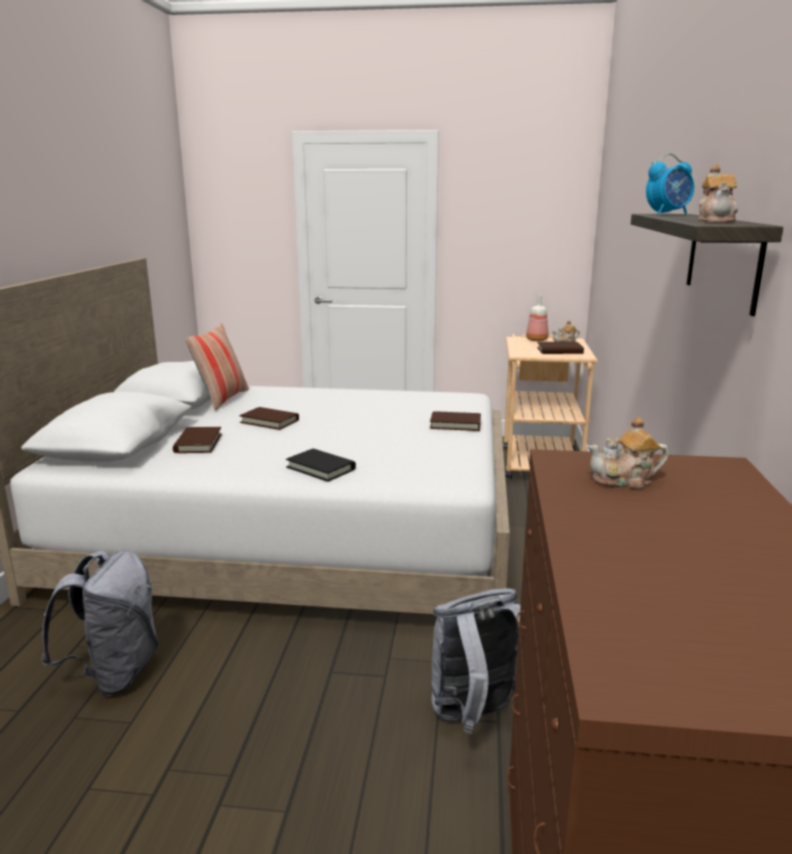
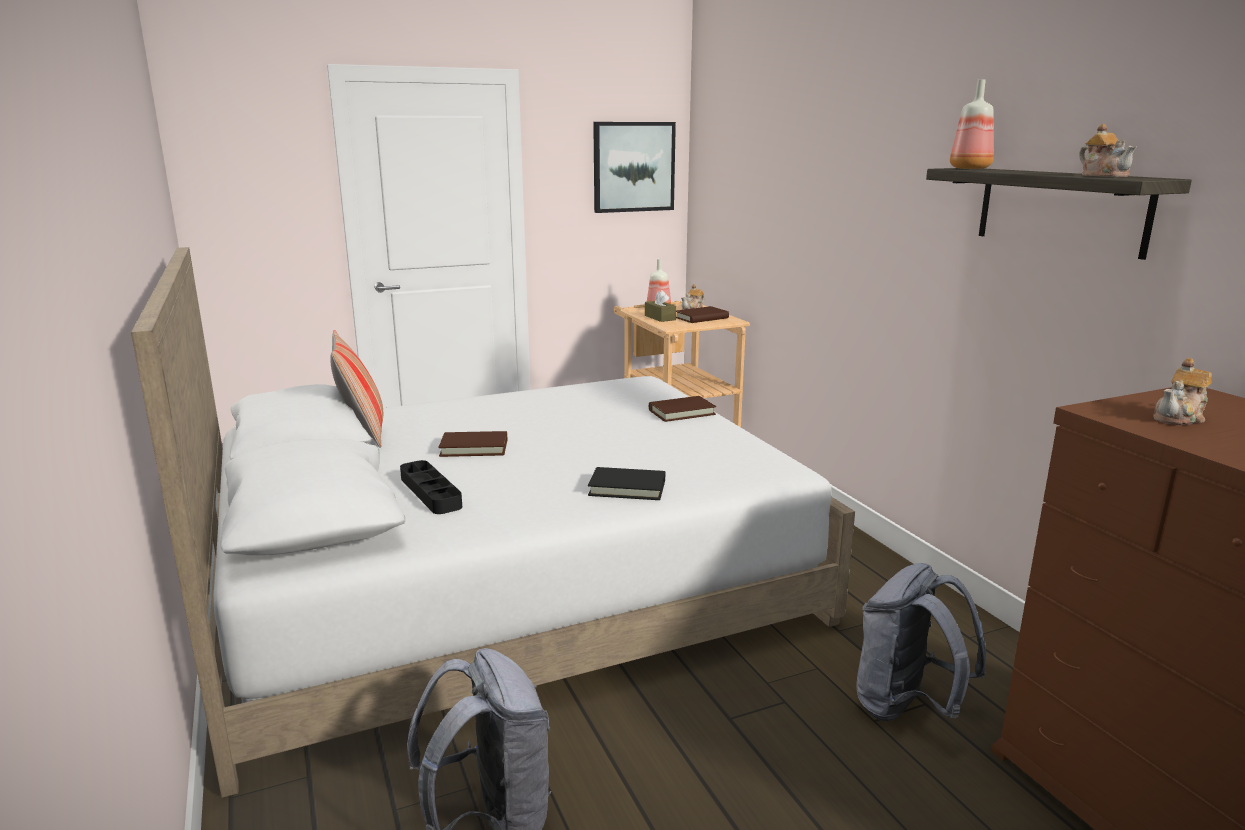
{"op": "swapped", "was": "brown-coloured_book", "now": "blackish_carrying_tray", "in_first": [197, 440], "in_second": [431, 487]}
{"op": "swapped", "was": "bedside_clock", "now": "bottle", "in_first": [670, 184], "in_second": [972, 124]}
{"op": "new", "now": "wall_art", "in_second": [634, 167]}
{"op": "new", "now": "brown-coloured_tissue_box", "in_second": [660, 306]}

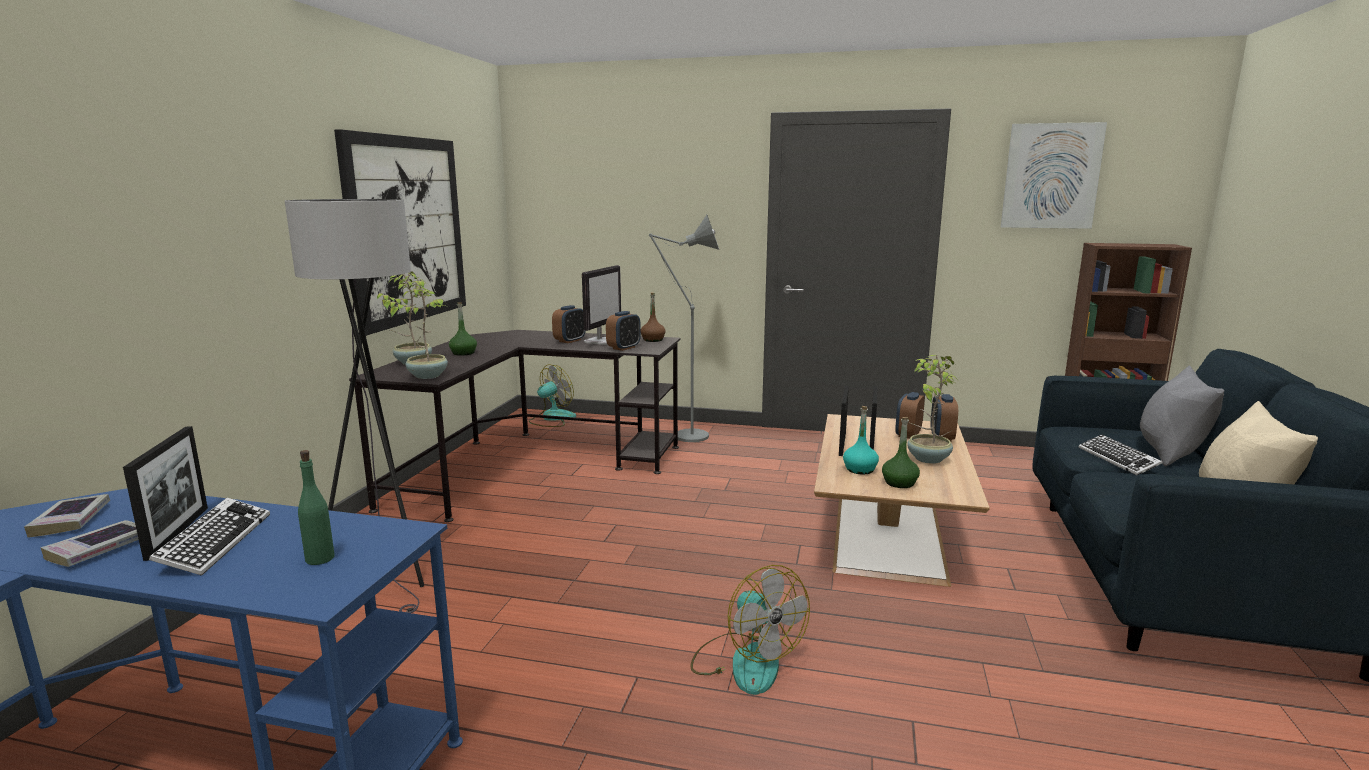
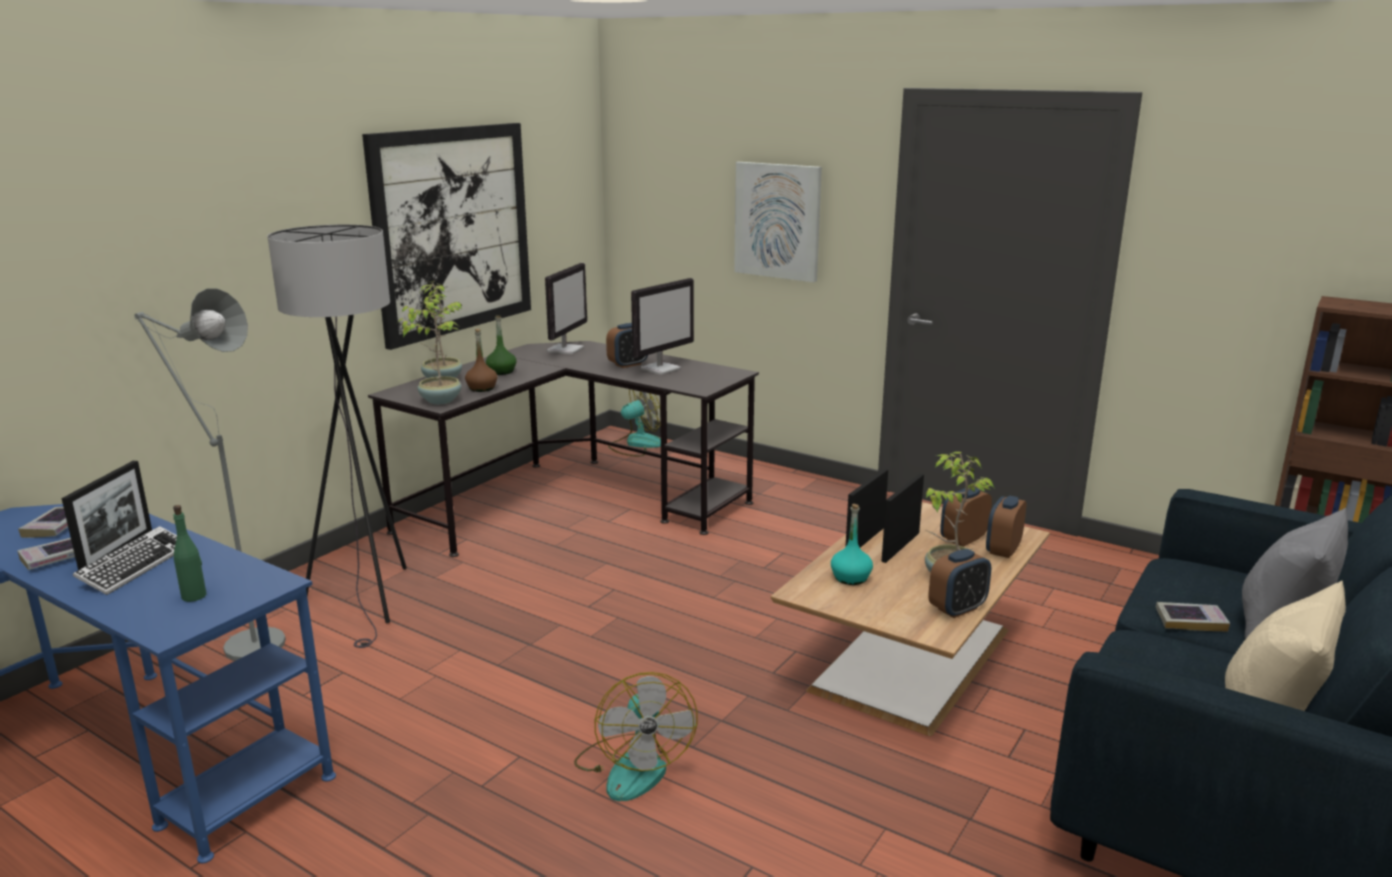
{"op": "shifted", "was": "bedside_clock", "in_first": [623, 331], "in_second": [960, 583]}
{"op": "shifted", "was": "brown-coloured_bottle", "in_first": [653, 317], "in_second": [481, 360]}
{"op": "shifted", "was": "gray_floor_lamp", "in_first": [684, 328], "in_second": [210, 475]}
{"op": "gone", "was": "green-coloured_bottle", "in_first": [901, 452]}
{"op": "shifted", "was": "wall_art", "in_first": [1054, 175], "in_second": [778, 222]}
{"op": "swapped", "was": "PC_keyboard", "now": "book", "in_first": [1120, 455], "in_second": [1193, 617]}
{"op": "new", "now": "monitor", "in_second": [566, 308]}

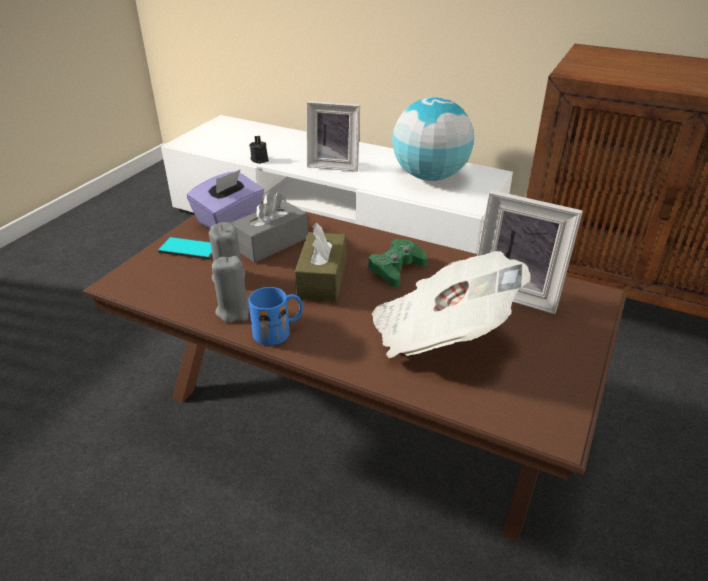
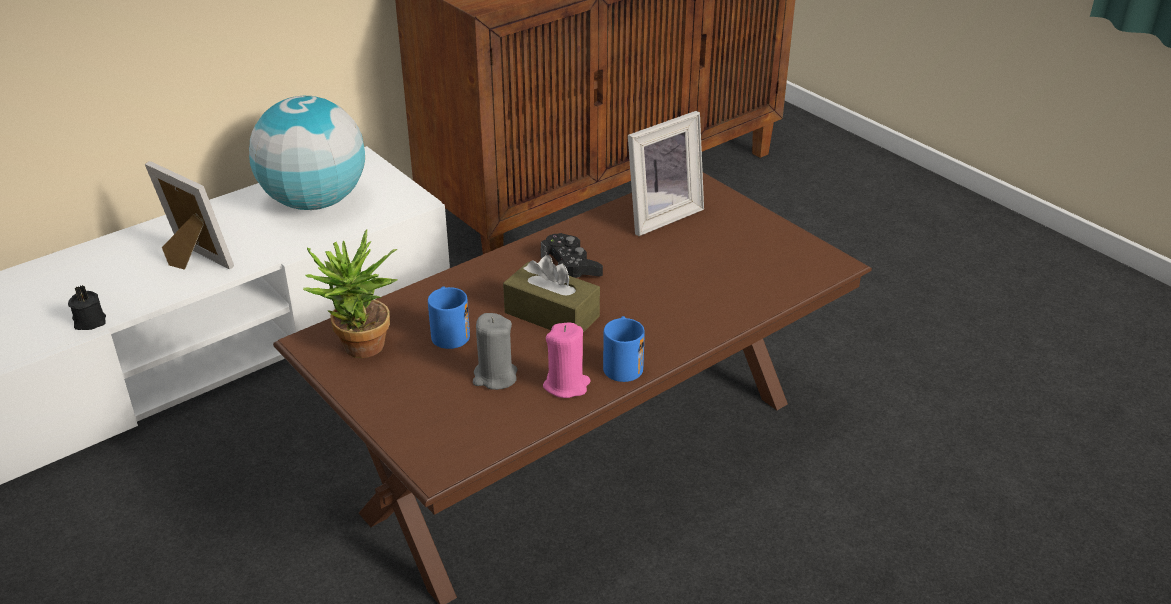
{"op": "gone", "was": "telephone", "in_first": [185, 248]}
{"op": "swapped", "was": "purplish_tissue_box", "now": "plant_in_a_pot", "in_first": [225, 199], "in_second": [350, 293]}
{"op": "repainted", "was": "gray_candle", "now": "pinkish_candle", "in_first": [231, 289], "in_second": [567, 360]}
{"op": "swapped", "was": "gray_tissue_box", "now": "blue-coloured_coffee_mug", "in_first": [269, 227], "in_second": [449, 317]}
{"op": "rotated", "was": "photo_frame", "in_first": [333, 136], "in_second": [189, 215], "clockwise": -90}
{"op": "repainted", "was": "green-coloured_joypad", "now": "blackish_joypad", "in_first": [397, 263], "in_second": [572, 255]}
{"op": "gone", "was": "printed_paper", "in_first": [451, 304]}

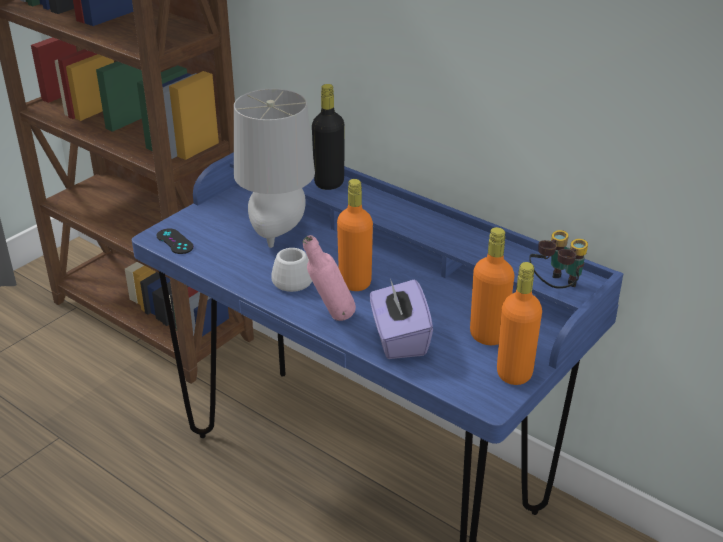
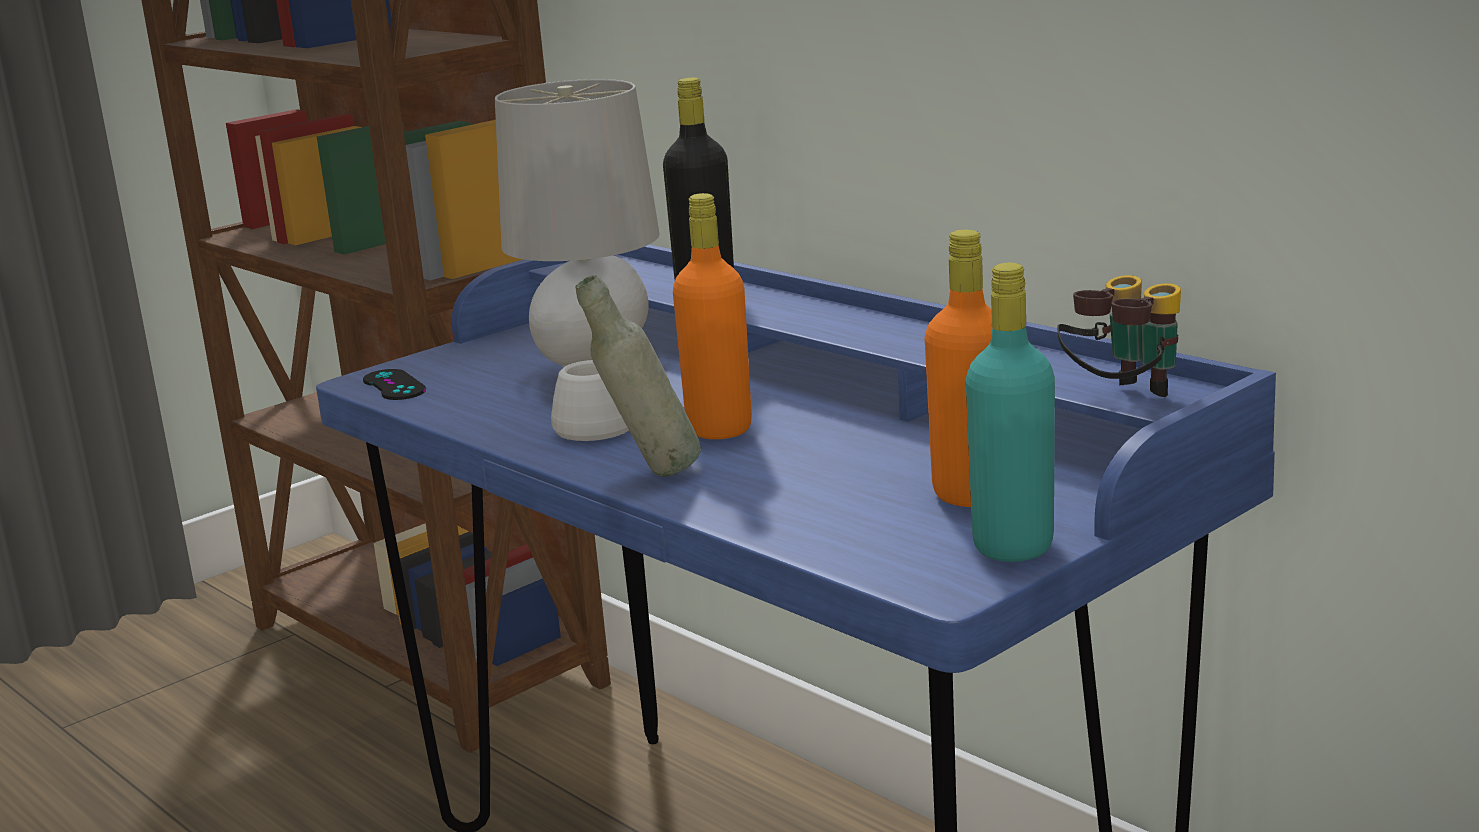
{"op": "repainted", "was": "pinkish_bottle", "now": "gray_bottle", "in_first": [329, 278], "in_second": [638, 376]}
{"op": "gone", "was": "purplish_tissue_box", "in_first": [401, 318]}
{"op": "repainted", "was": "orange-coloured_bottle", "now": "turquoise_bottle", "in_first": [519, 323], "in_second": [1010, 412]}

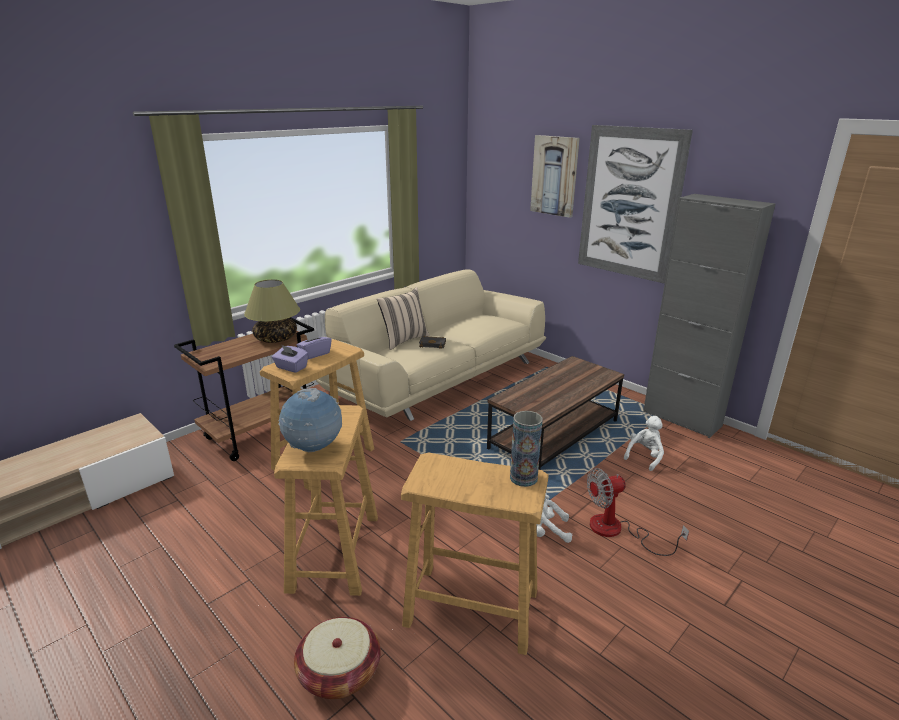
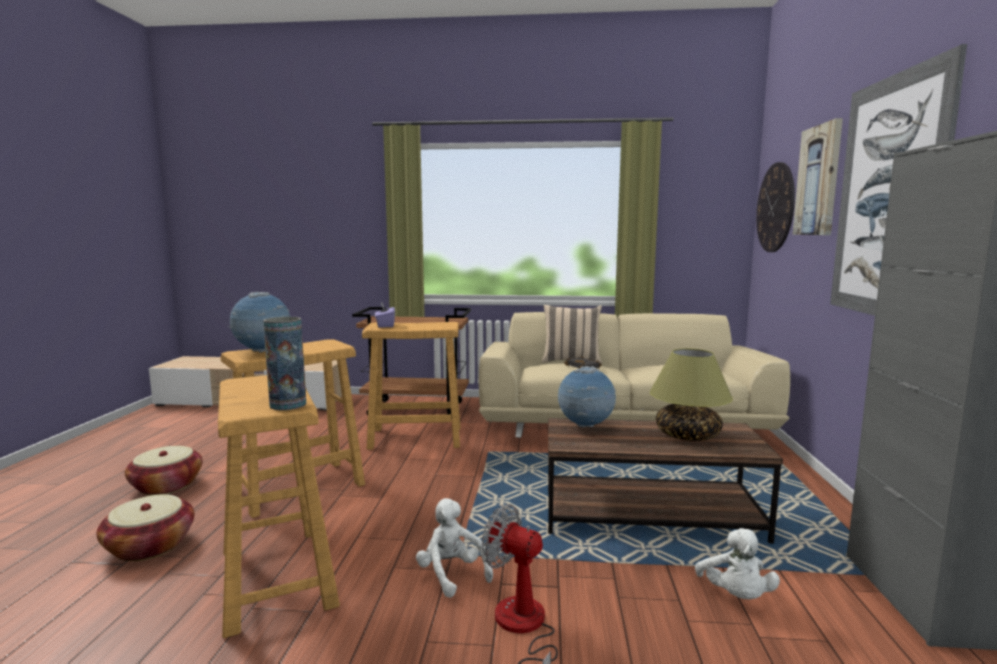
{"op": "shifted", "was": "table_lamp", "in_first": [272, 311], "in_second": [691, 395]}
{"op": "gone", "was": "purplish_tissue_box", "in_first": [314, 344]}
{"op": "rotated", "was": "white_soft_toy", "in_first": [644, 443], "in_second": [737, 564], "clockwise": 90}
{"op": "new", "now": "storage_basket", "in_second": [164, 470]}
{"op": "new", "now": "desk_globe", "in_second": [587, 396]}
{"op": "new", "now": "clock_on_the_wall", "in_second": [775, 207]}

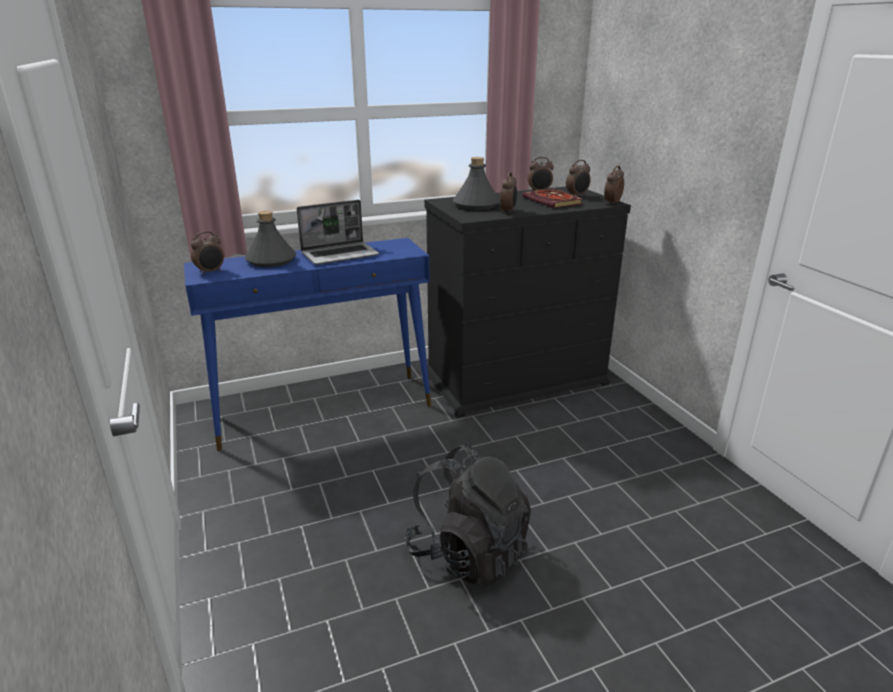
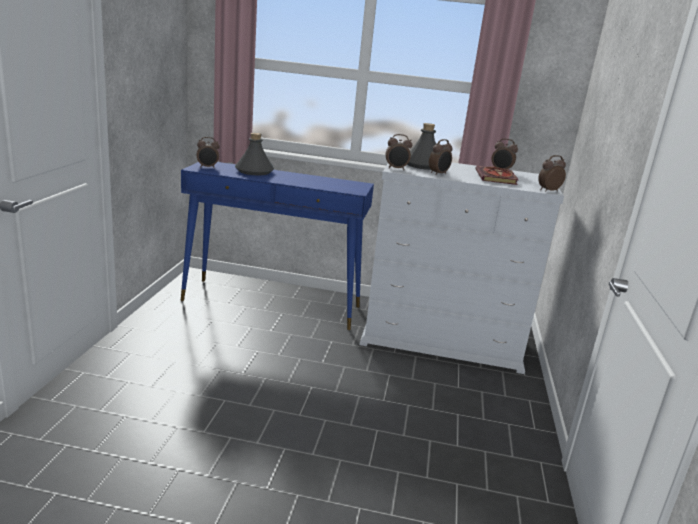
{"op": "gone", "was": "laptop", "in_first": [338, 232]}
{"op": "gone", "was": "blackish_knapsack", "in_first": [468, 515]}
{"op": "repainted", "was": "blackish_drawer_chest", "now": "white_drawer_chest", "in_first": [527, 302], "in_second": [461, 268]}
{"op": "shifted", "was": "bedside_clock", "in_first": [578, 178], "in_second": [399, 152]}

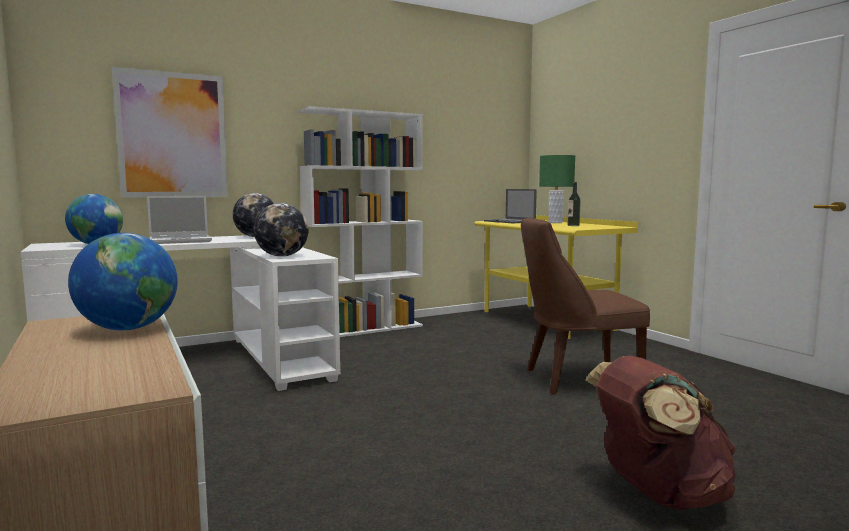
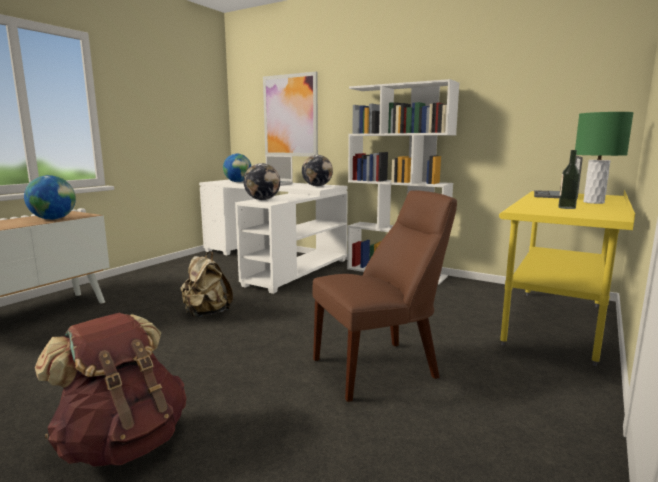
{"op": "rotated", "was": "brown-coloured_chair", "in_first": [585, 306], "in_second": [384, 296], "clockwise": 105}
{"op": "new", "now": "sand-coloured_knapsack", "in_second": [206, 284]}

